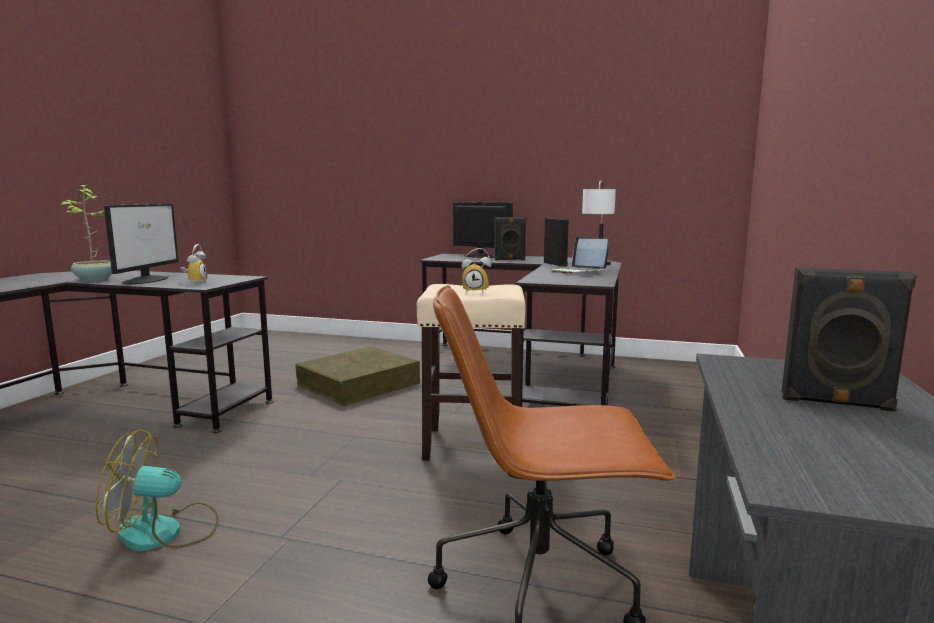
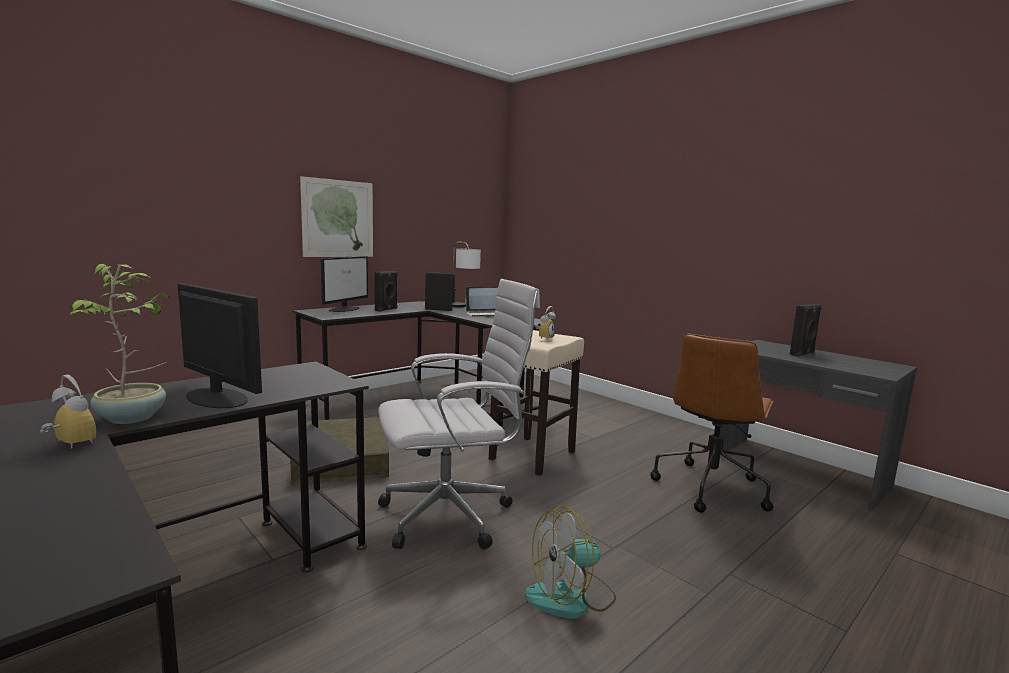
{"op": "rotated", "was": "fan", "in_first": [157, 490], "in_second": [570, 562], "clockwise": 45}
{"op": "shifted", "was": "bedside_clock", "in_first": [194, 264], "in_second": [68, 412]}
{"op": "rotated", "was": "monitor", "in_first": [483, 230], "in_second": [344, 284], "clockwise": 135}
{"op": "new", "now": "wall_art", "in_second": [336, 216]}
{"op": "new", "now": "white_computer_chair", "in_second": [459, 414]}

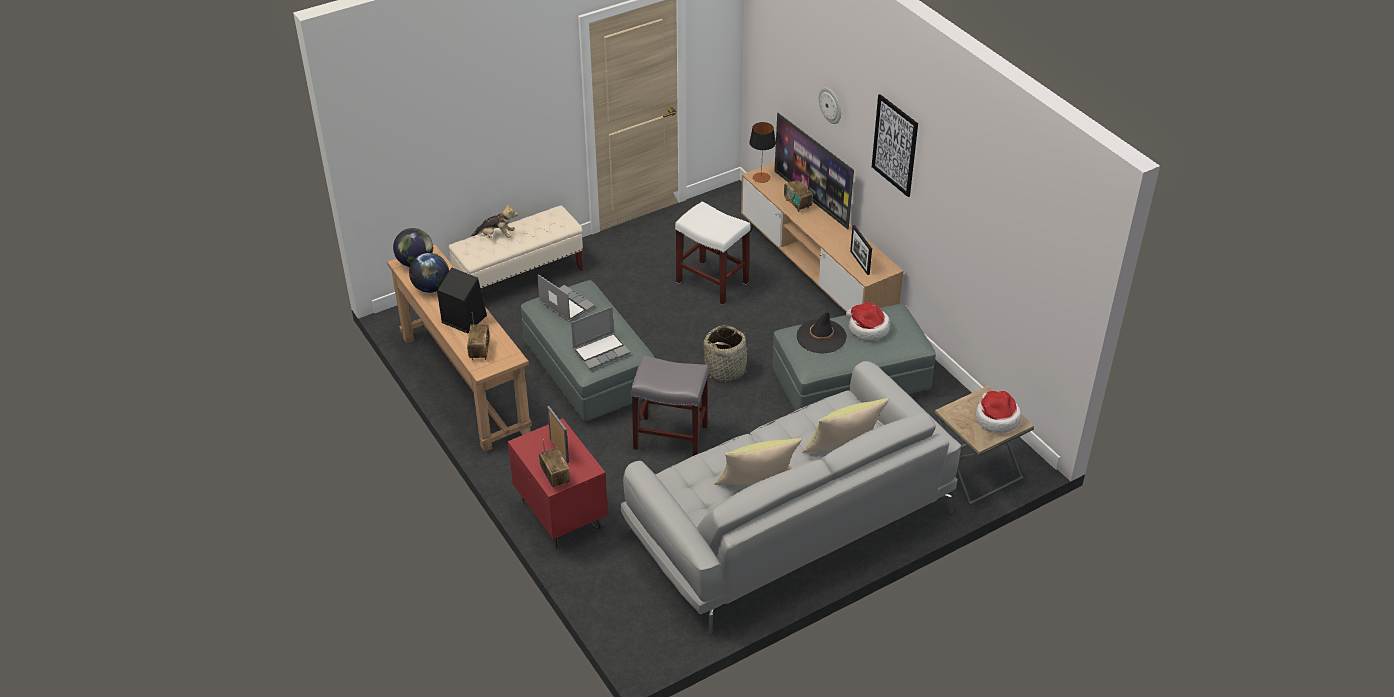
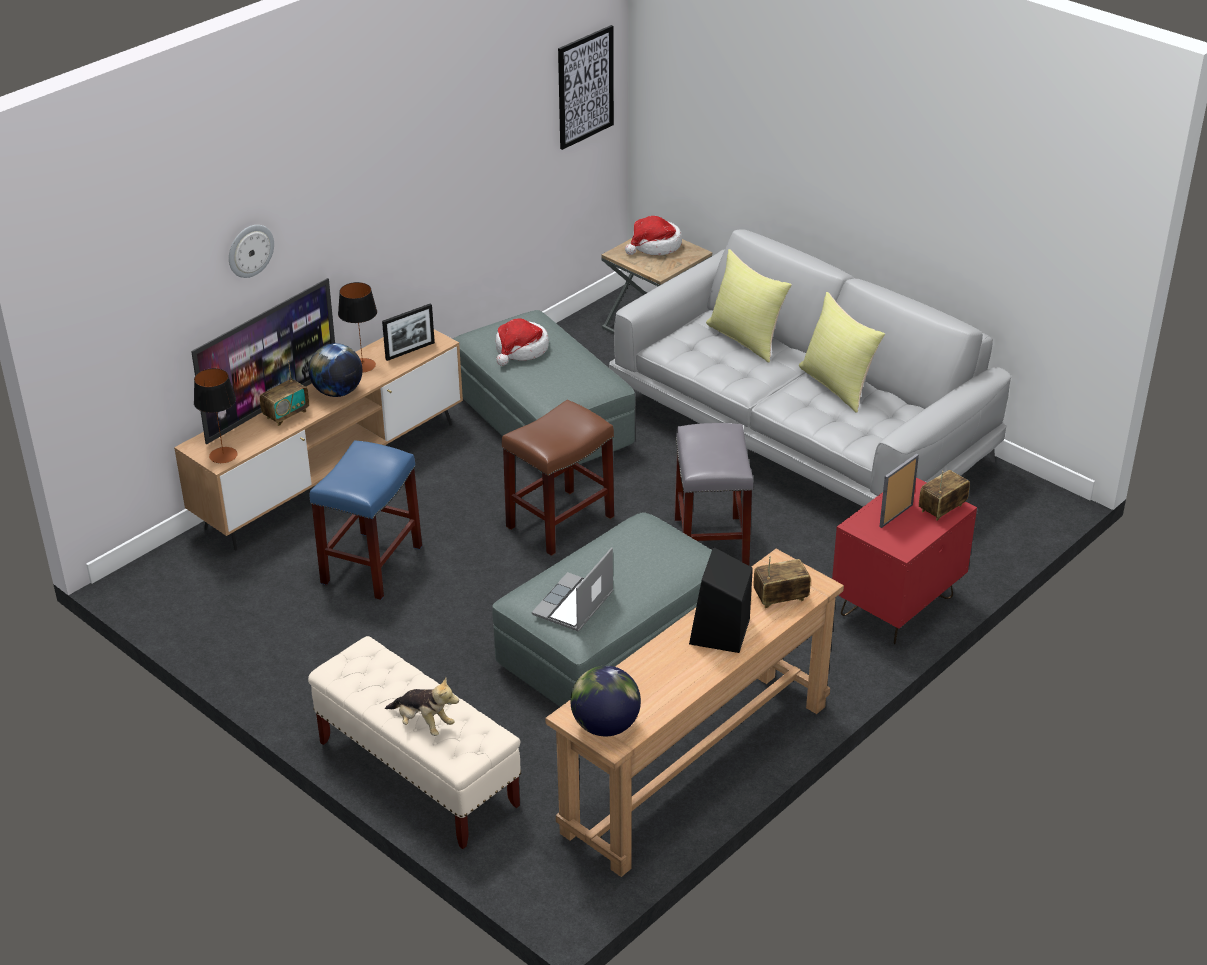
{"op": "shifted", "was": "desk_globe", "in_first": [429, 273], "in_second": [335, 370]}
{"op": "rotated", "was": "soft_toy", "in_first": [494, 220], "in_second": [422, 706], "clockwise": 135}
{"op": "gone", "was": "laptop", "in_first": [600, 338]}
{"op": "repainted", "was": "white_sitting_stool", "now": "blue-coloured_sitting_stool", "in_first": [713, 253], "in_second": [366, 520]}
{"op": "swapped", "was": "storage_basket", "now": "brown-coloured_sitting_stool", "in_first": [726, 354], "in_second": [558, 478]}
{"op": "gone", "was": "blackish_clothing_hat", "in_first": [822, 332]}
{"op": "shifted", "was": "wall_art", "in_first": [895, 145], "in_second": [586, 87]}
{"op": "new", "now": "table_lamp", "in_second": [357, 327]}

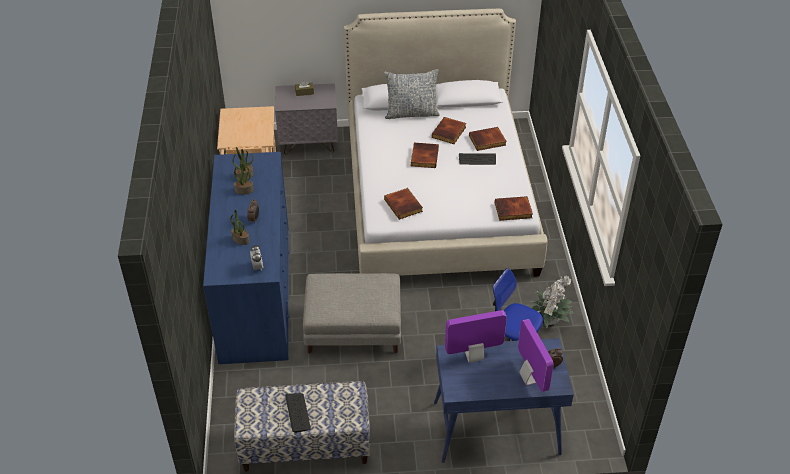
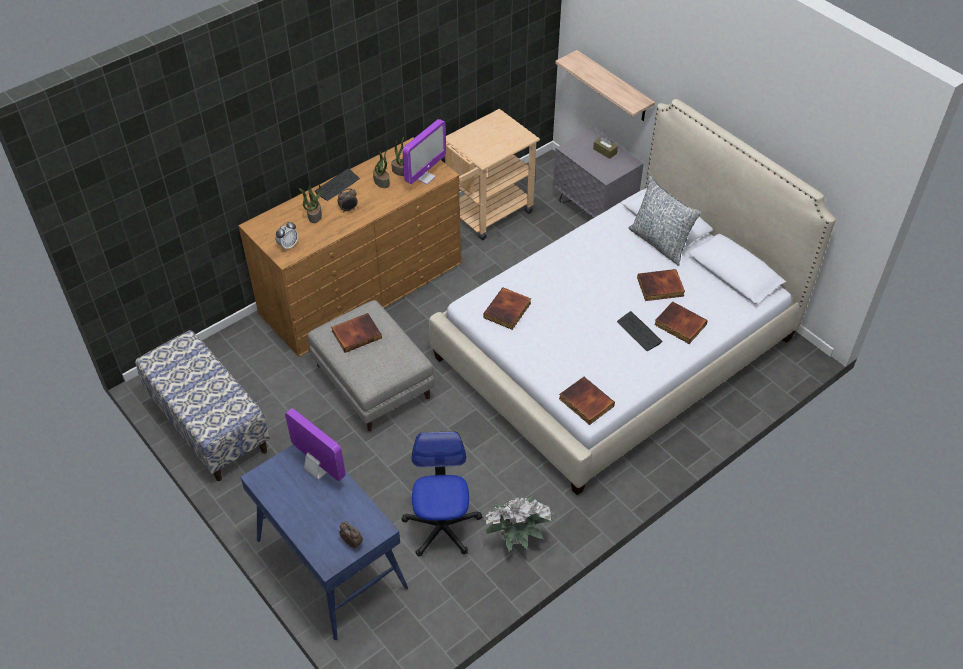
{"op": "repainted", "was": "blue-coloured_drawer_chest", "now": "brown-coloured_drawer_chest", "in_first": [246, 258], "in_second": [349, 247]}
{"op": "shifted", "was": "PC_keyboard", "in_first": [298, 413], "in_second": [337, 184]}
{"op": "shifted", "was": "book", "in_first": [425, 155], "in_second": [356, 333]}
{"op": "shifted", "was": "monitor", "in_first": [536, 355], "in_second": [424, 152]}
{"op": "new", "now": "wall_shelf", "in_second": [605, 85]}

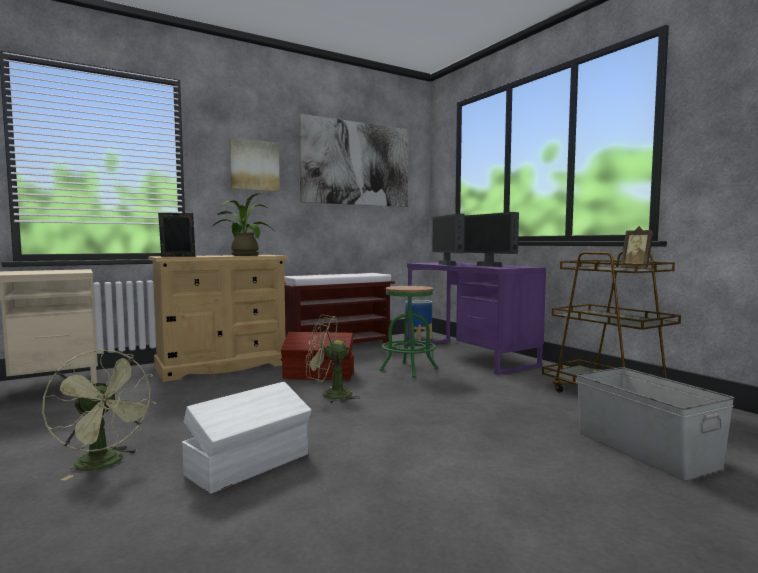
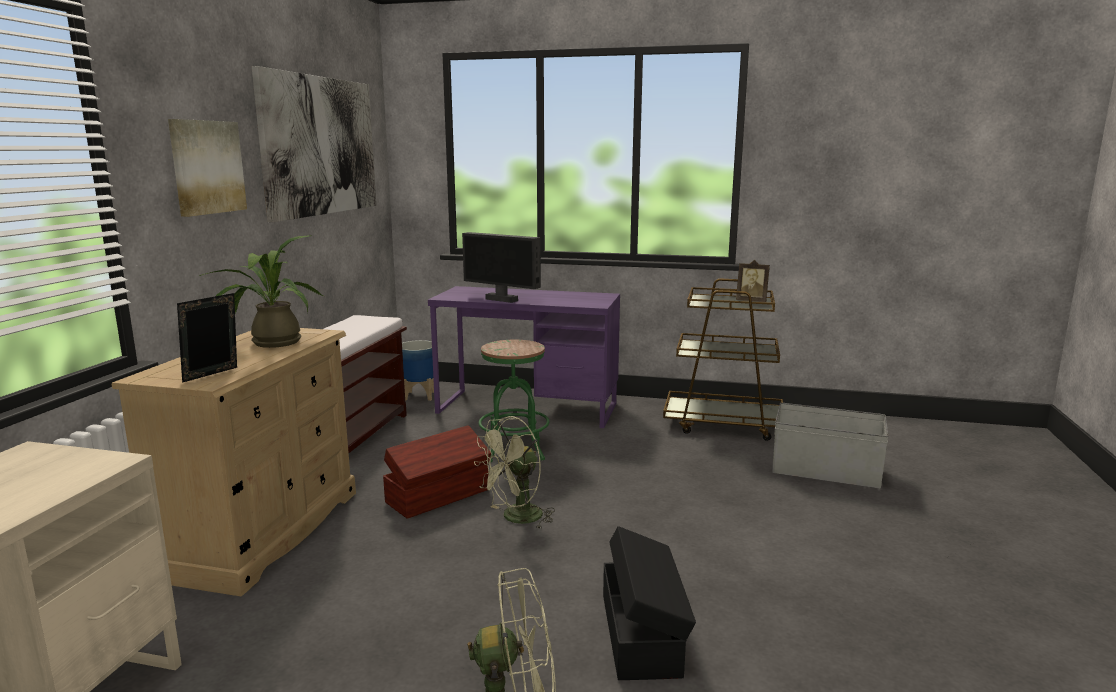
{"op": "repainted", "was": "white_storage_bin", "now": "blackish_storage_bin", "in_first": [247, 438], "in_second": [649, 603]}
{"op": "gone", "was": "monitor", "in_first": [491, 239]}

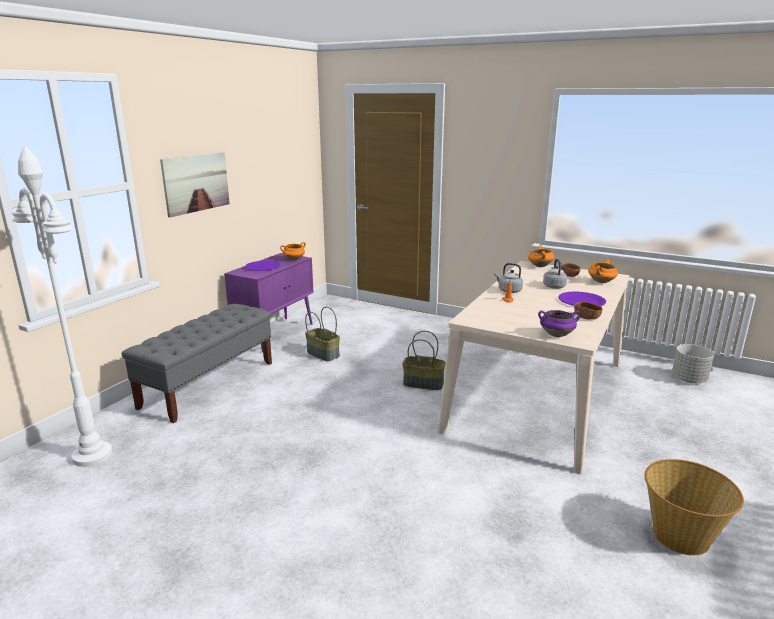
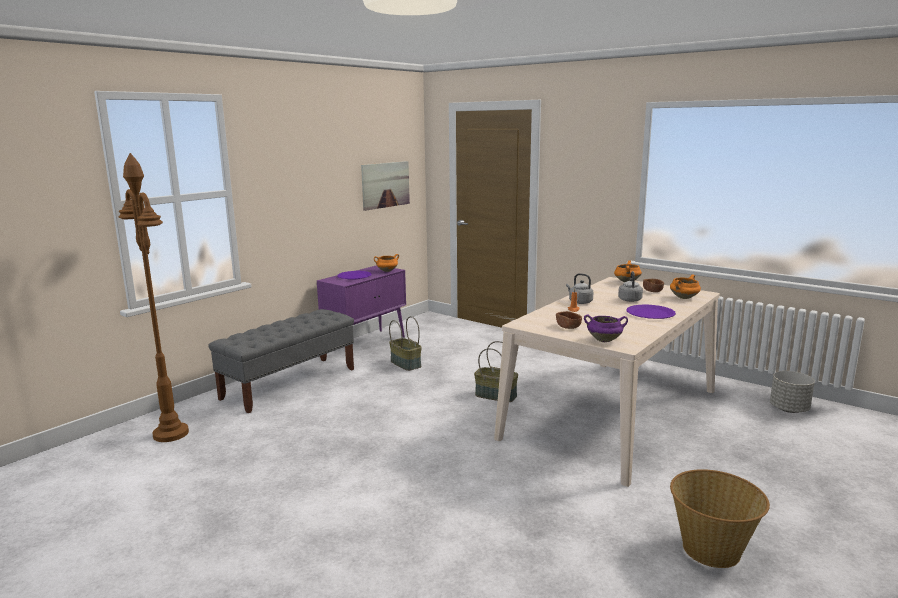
{"op": "repainted", "was": "white_floor_lamp", "now": "brown-coloured_floor_lamp", "in_first": [62, 306], "in_second": [154, 297]}
{"op": "shifted", "was": "wall_art", "in_first": [195, 184], "in_second": [385, 186]}
{"op": "shifted", "was": "brown-coloured_deep_dish", "in_first": [588, 311], "in_second": [569, 320]}

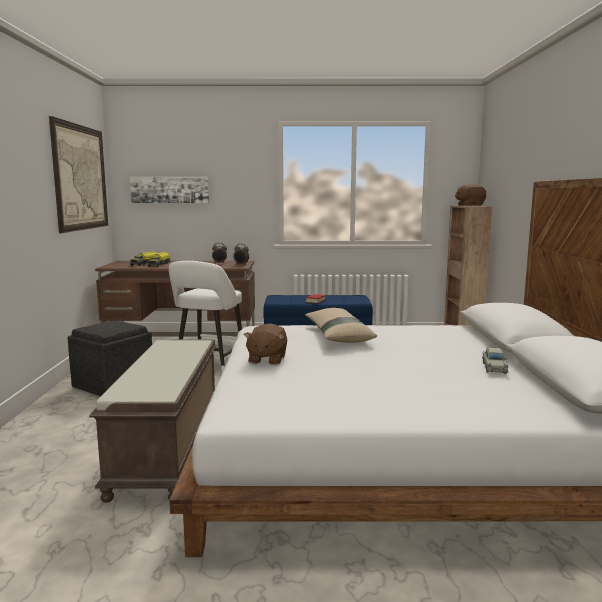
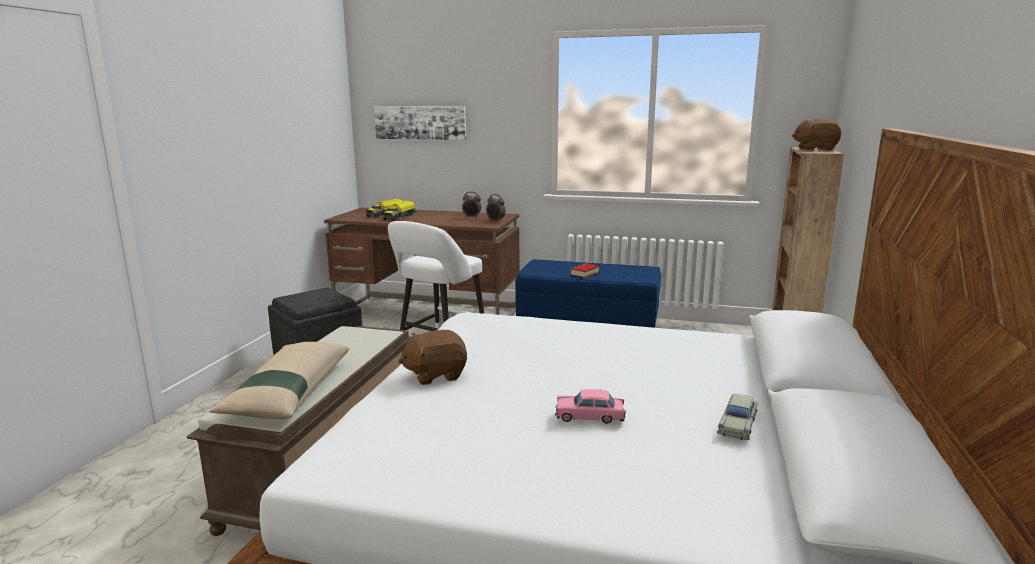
{"op": "gone", "was": "wall_art", "in_first": [78, 174]}
{"op": "rotated", "was": "brown-coloured_soft_toy", "in_first": [265, 344], "in_second": [432, 357], "clockwise": 45}
{"op": "shifted", "was": "sand-coloured_cushion", "in_first": [341, 325], "in_second": [279, 380]}
{"op": "new", "now": "pinkish_model_car", "in_second": [590, 406]}

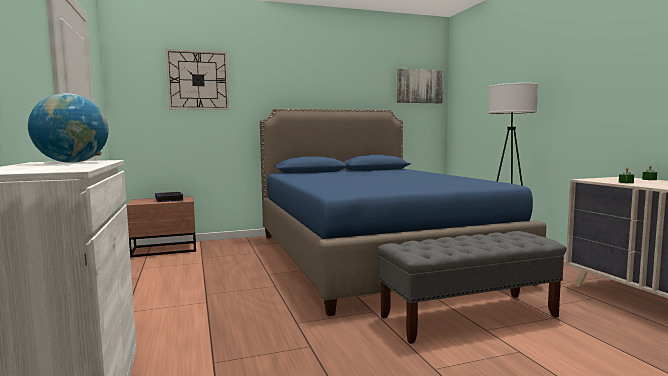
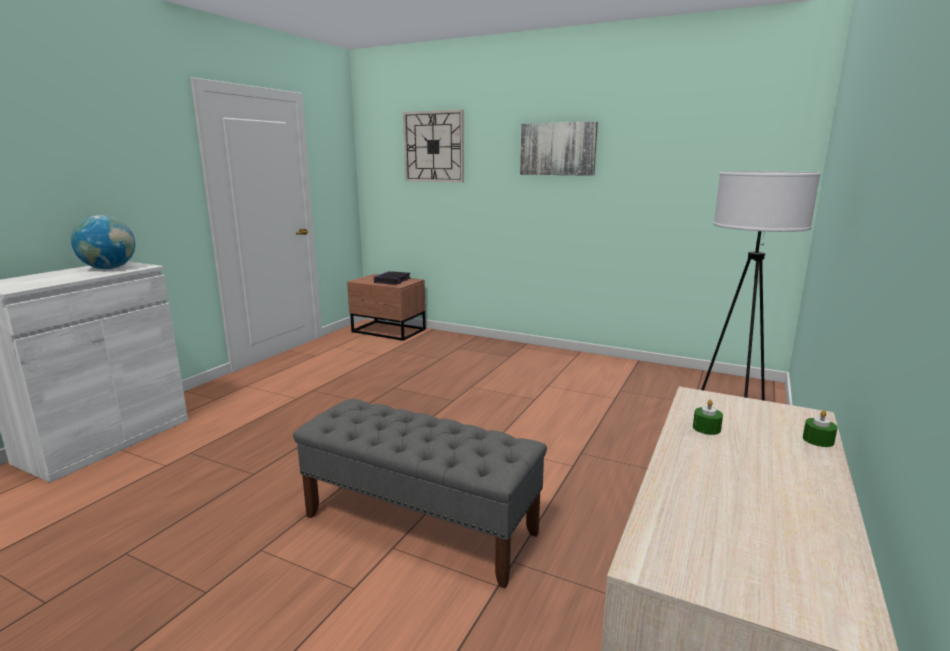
{"op": "gone", "was": "blue-coloured_bedroom_bed", "in_first": [403, 212]}
{"op": "shifted", "was": "wall_art", "in_first": [420, 86], "in_second": [559, 149]}

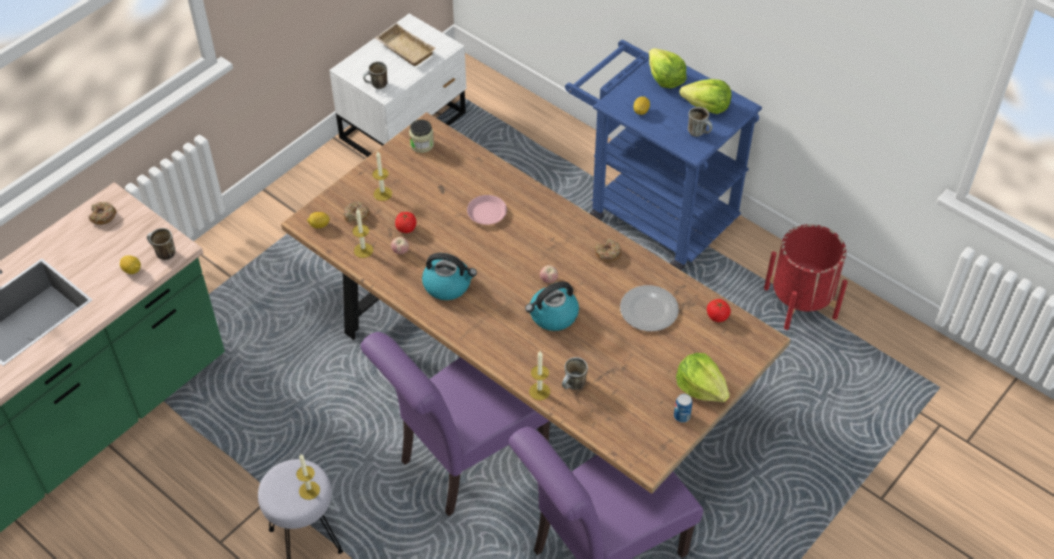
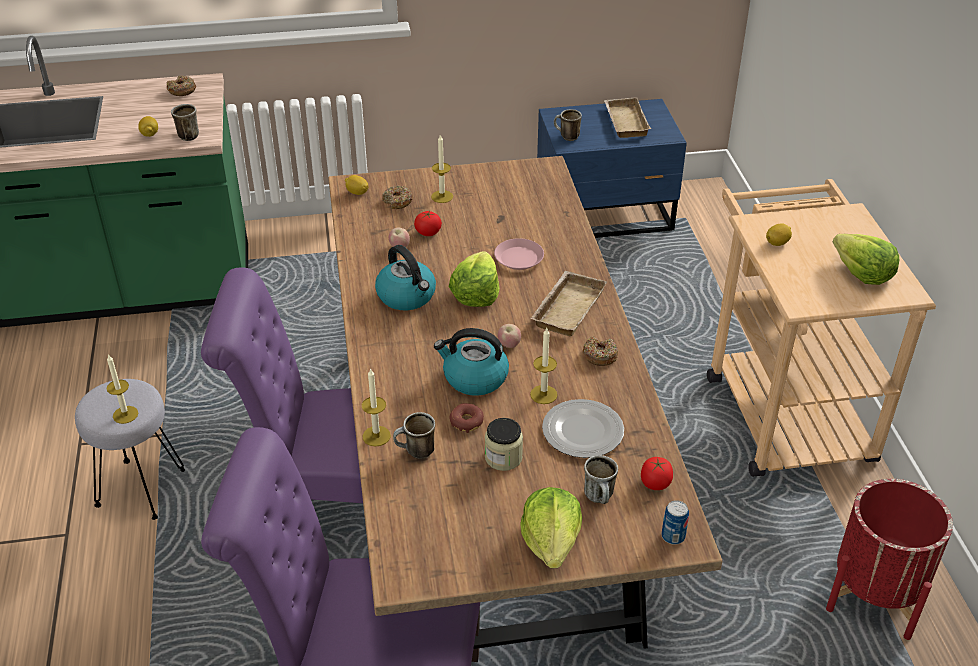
{"op": "repainted", "was": "white_bedside_table", "now": "blue-coloured_bedside_table", "in_first": [398, 85], "in_second": [612, 168]}
{"op": "shifted", "was": "candle", "in_first": [362, 233], "in_second": [544, 366]}
{"op": "shifted", "was": "jar", "in_first": [421, 136], "in_second": [504, 444]}
{"op": "repainted", "was": "blue-coloured_wheeled_cart", "now": "sand-coloured_wheeled_cart", "in_first": [663, 155], "in_second": [821, 328]}
{"op": "shifted", "was": "lettuce_head", "in_first": [668, 68], "in_second": [474, 279]}
{"op": "shifted", "was": "metal_can", "in_first": [683, 408], "in_second": [675, 522]}
{"op": "shifted", "was": "coffee_mug", "in_first": [700, 122], "in_second": [601, 479]}
{"op": "new", "now": "ring_doughnut", "in_second": [467, 418]}
{"op": "new", "now": "sand-coloured_carrying_tray", "in_second": [568, 303]}

